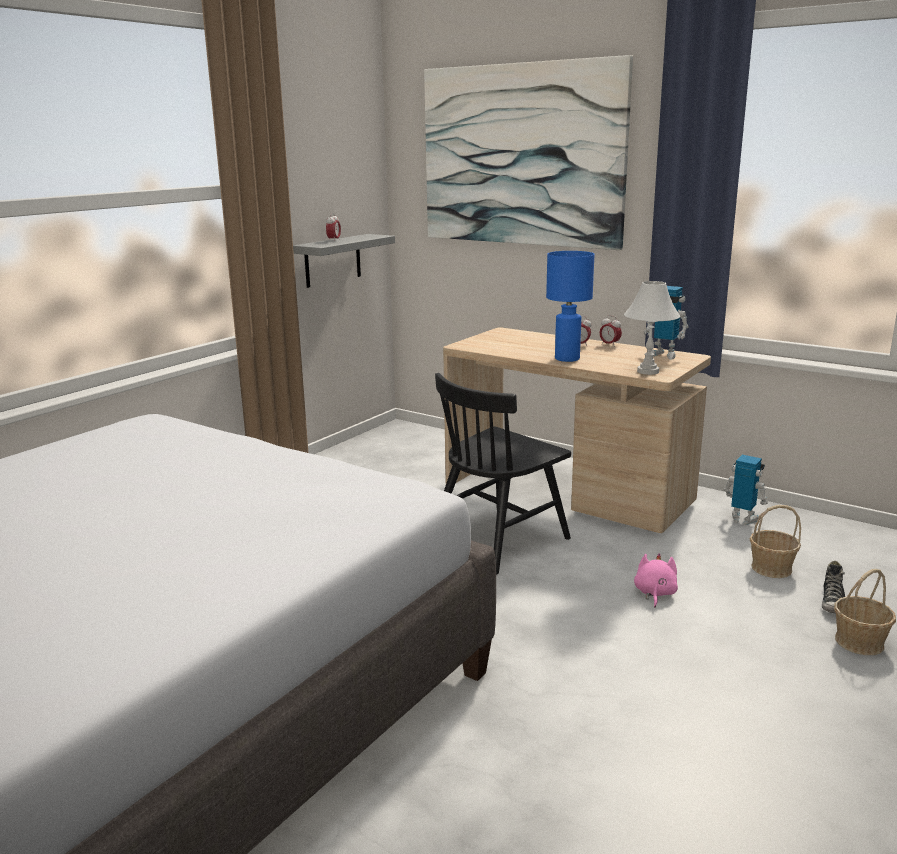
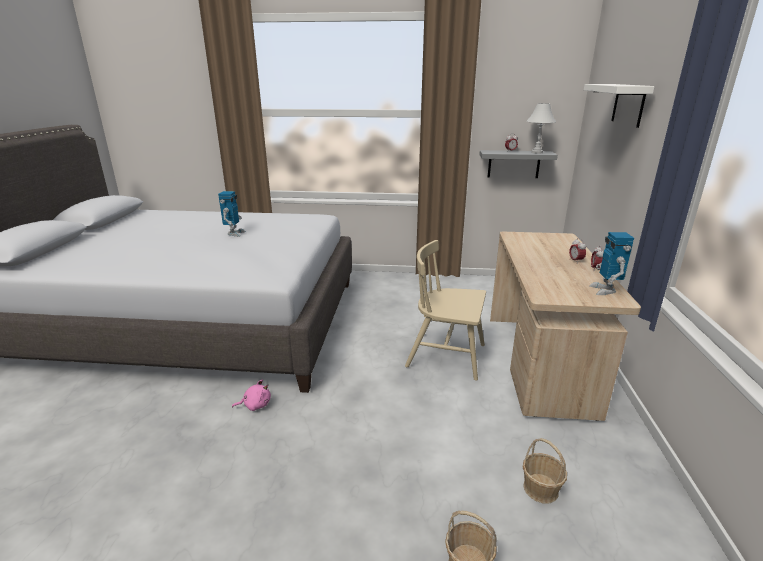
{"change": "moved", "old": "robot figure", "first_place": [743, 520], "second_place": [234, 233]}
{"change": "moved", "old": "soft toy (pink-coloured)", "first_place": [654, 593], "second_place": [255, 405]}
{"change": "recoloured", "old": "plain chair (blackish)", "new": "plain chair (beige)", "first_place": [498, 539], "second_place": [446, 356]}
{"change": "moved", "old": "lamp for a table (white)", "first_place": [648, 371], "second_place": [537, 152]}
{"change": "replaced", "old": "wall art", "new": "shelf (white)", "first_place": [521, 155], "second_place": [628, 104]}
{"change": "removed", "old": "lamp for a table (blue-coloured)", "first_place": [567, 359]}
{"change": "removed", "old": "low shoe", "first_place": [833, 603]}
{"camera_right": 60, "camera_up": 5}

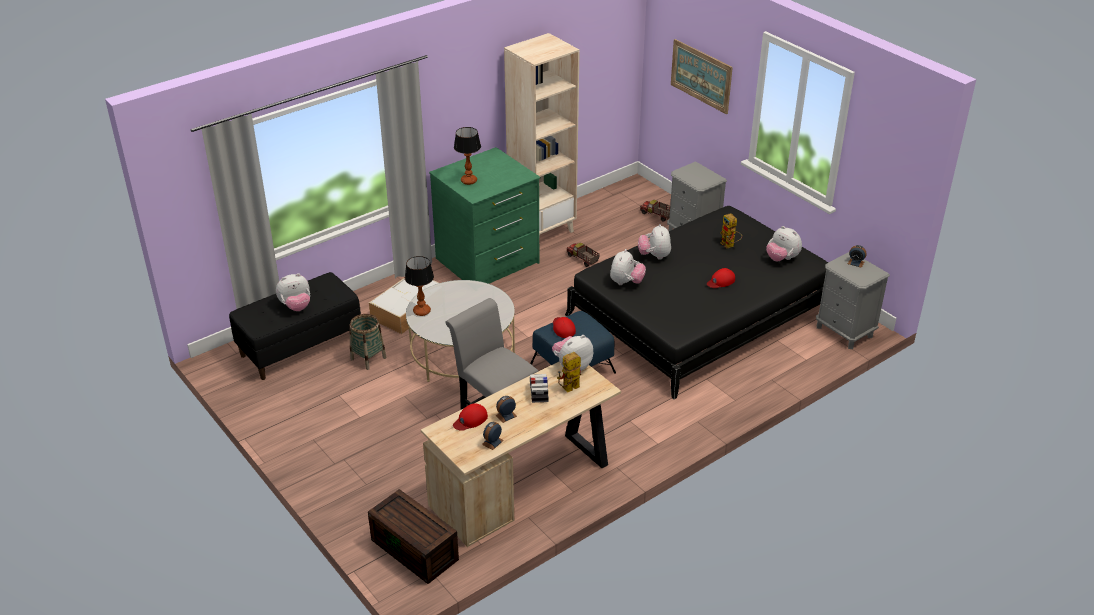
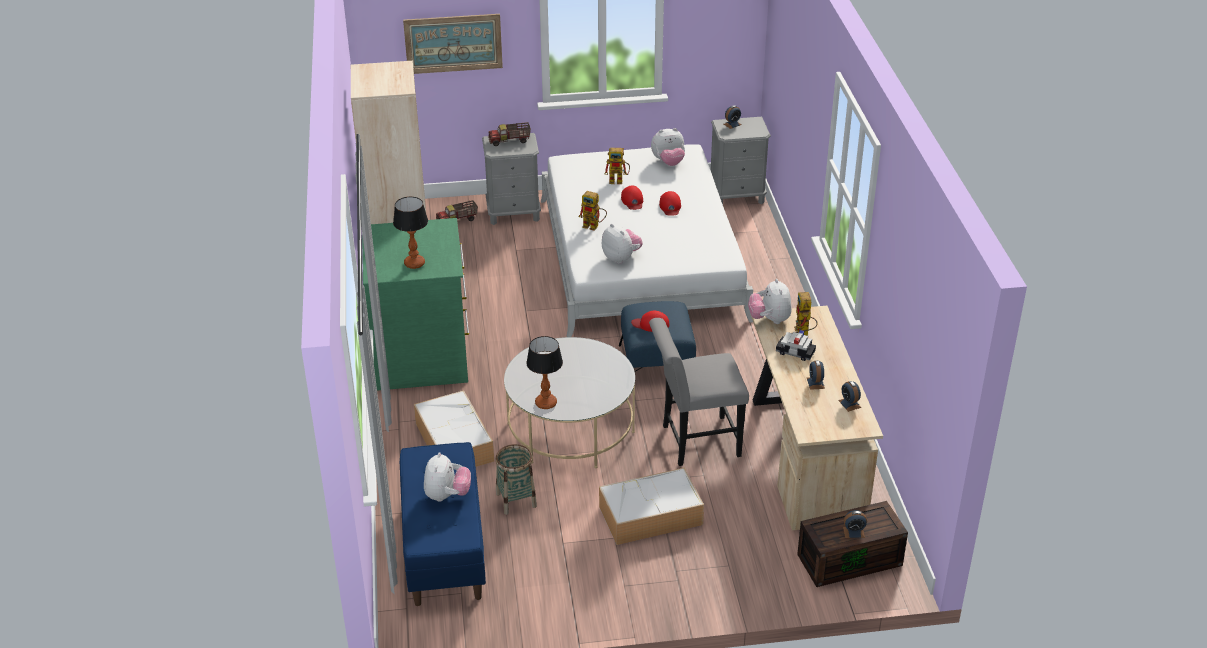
{"change": "recoloured", "old": "bench (blackish)", "new": "bench (blue-coloured)", "first_place": [301, 346], "second_place": [443, 548]}
{"change": "moved", "old": "model truck", "first_place": [582, 259], "second_place": [510, 141]}
{"change": "recoloured", "old": "sleeping bed (blackish)", "new": "sleeping bed (white)", "first_place": [700, 313], "second_place": [641, 258]}
{"change": "replaced", "old": "soft toy", "new": "robot figure", "first_place": [654, 256], "second_place": [594, 226]}
{"change": "added", "new": "storage bin", "second_place": [649, 516]}
{"change": "moved", "old": "cap (reddish)", "first_place": [470, 420], "second_place": [632, 201]}
{"change": "added", "new": "bedside clock", "second_place": [853, 532]}
{"camera_right": -60, "camera_up": 0}

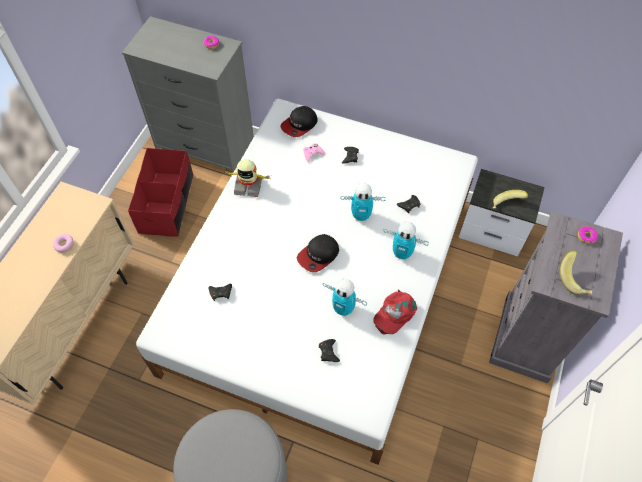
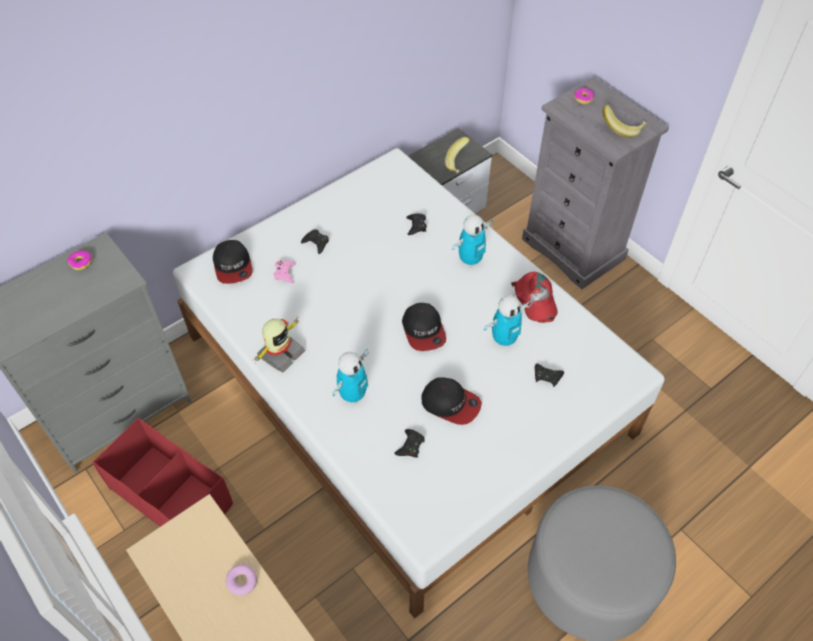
{"change": "moved", "old": "robot figure", "first_place": [361, 216], "second_place": [353, 395]}
{"change": "added", "new": "cap", "second_place": [451, 403]}
{"camera_right": -60, "camera_up": -5}

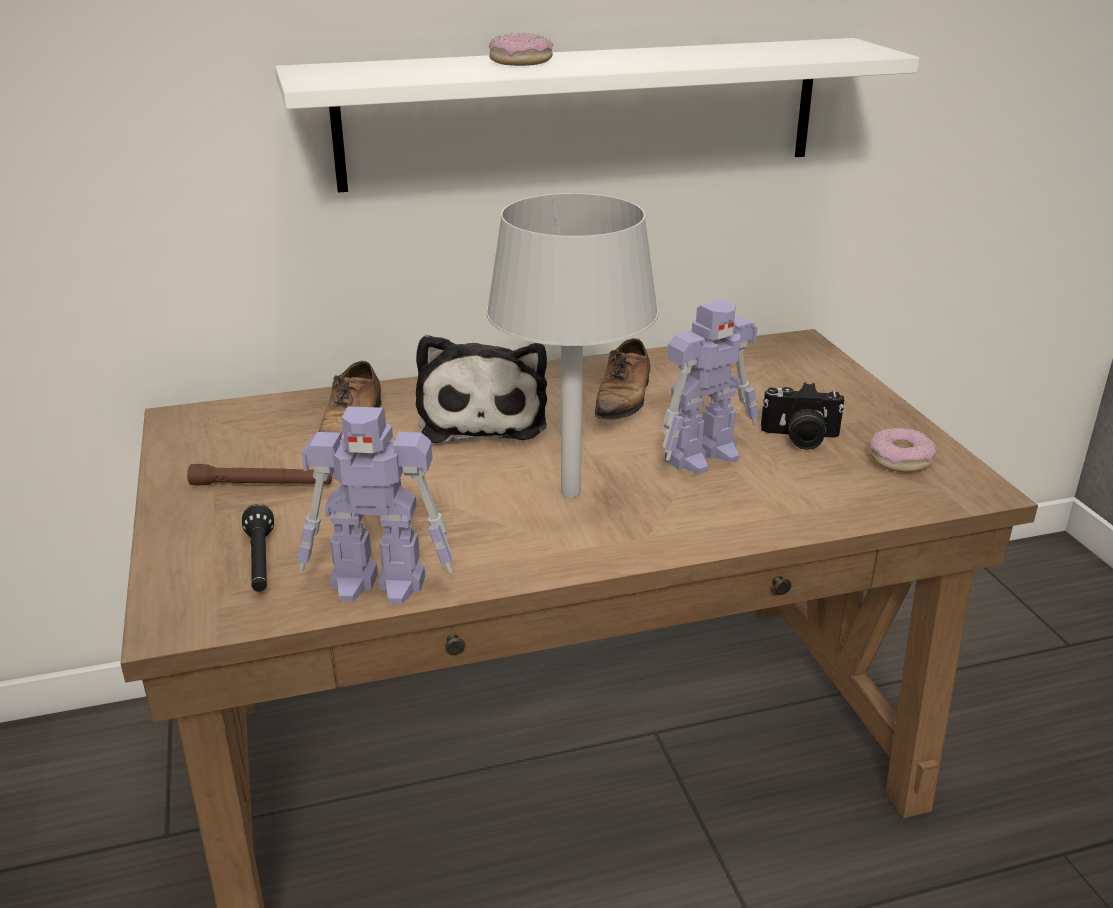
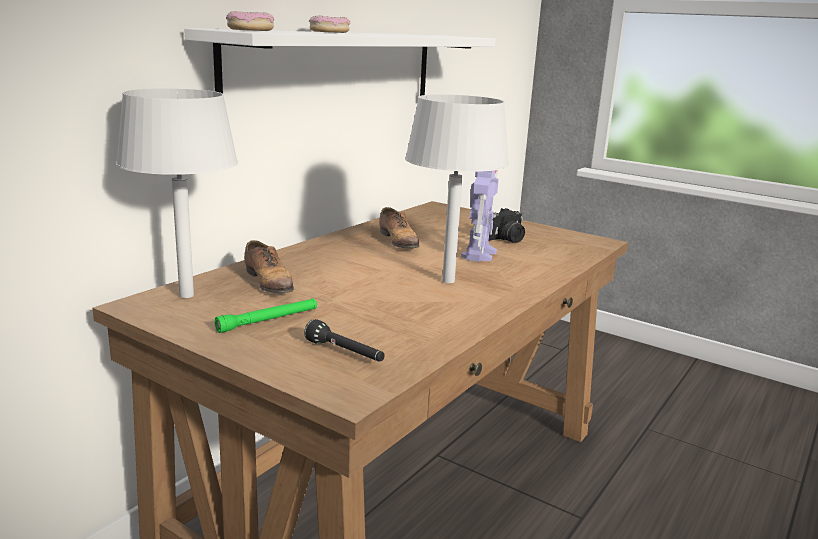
{"change": "added", "new": "lamp for a table (gray)", "second_place": [186, 295]}
{"change": "recoloured", "old": "hand torch (brown)", "new": "hand torch (greenish)", "first_place": [262, 485], "second_place": [268, 321]}
{"change": "moved", "old": "donut", "first_place": [900, 459], "second_place": [250, 30]}
{"change": "removed", "old": "robot figure", "first_place": [380, 584]}
{"change": "removed", "old": "soft toy", "first_place": [483, 417]}
{"camera_right": -40, "camera_up": -10}

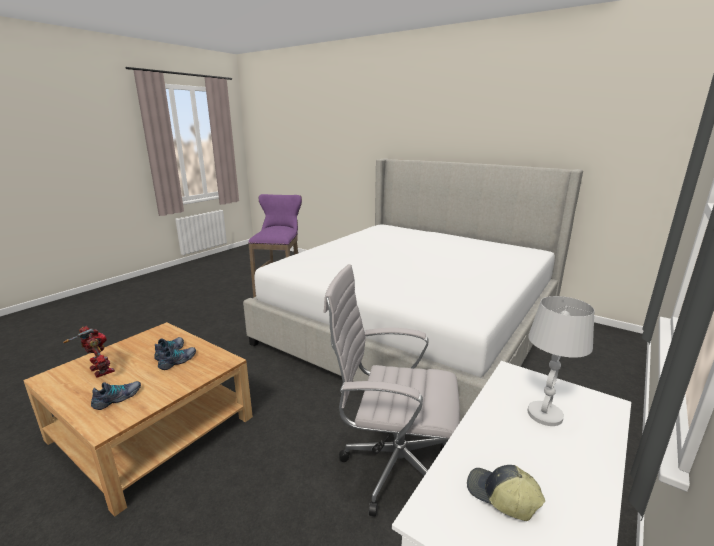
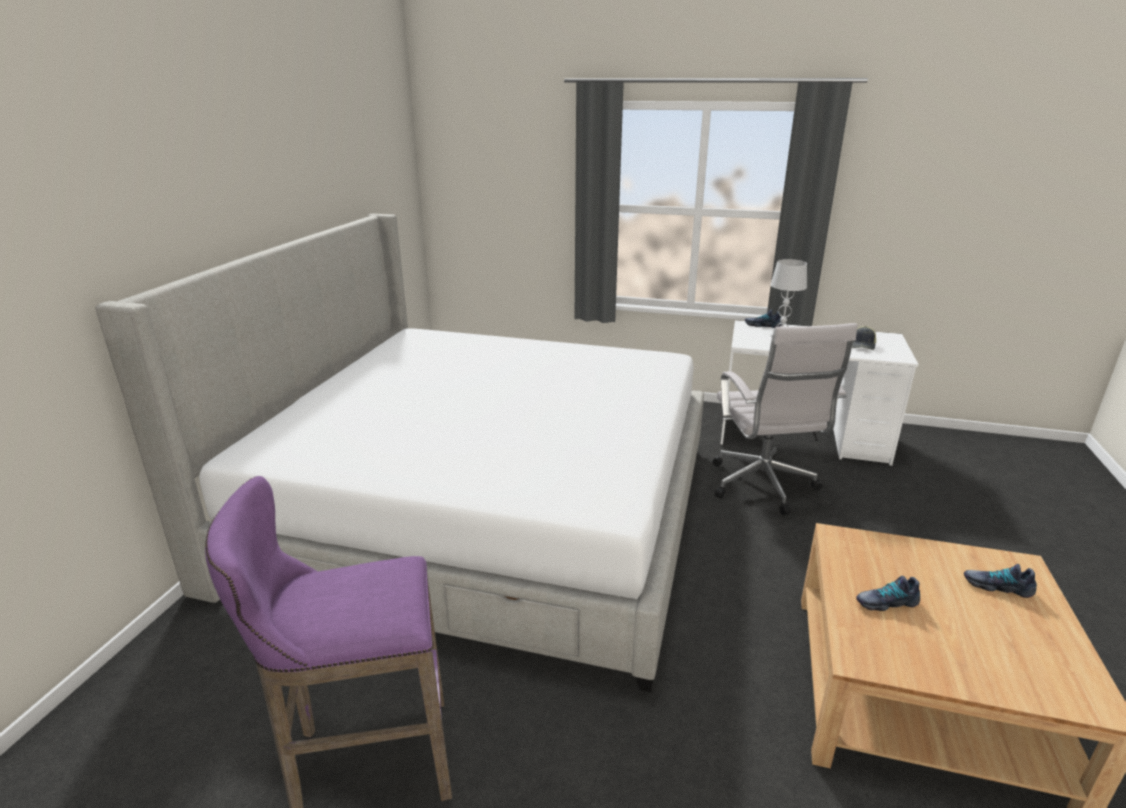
{"change": "moved", "old": "low shoe", "first_place": [178, 361], "second_place": [762, 325]}
{"change": "removed", "old": "robot figure", "first_place": [99, 371]}
{"camera_right": -110, "camera_up": 5}

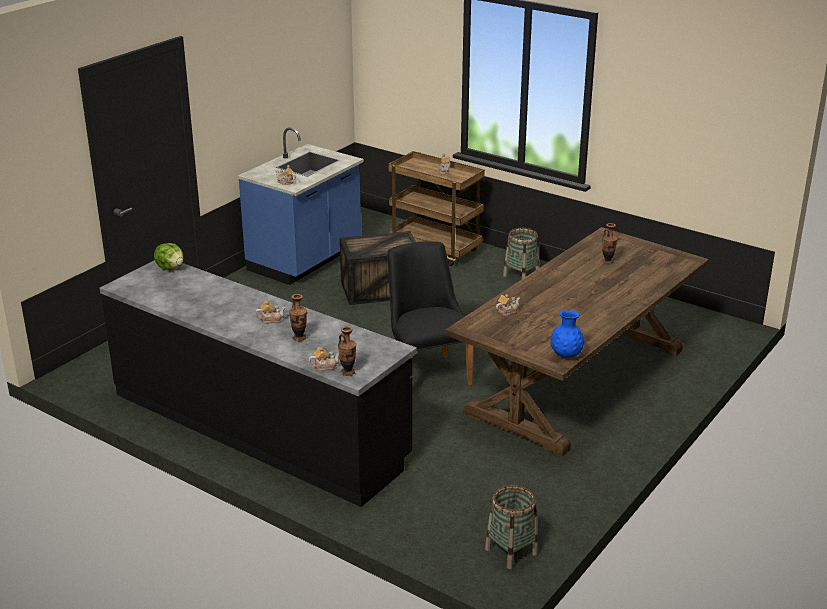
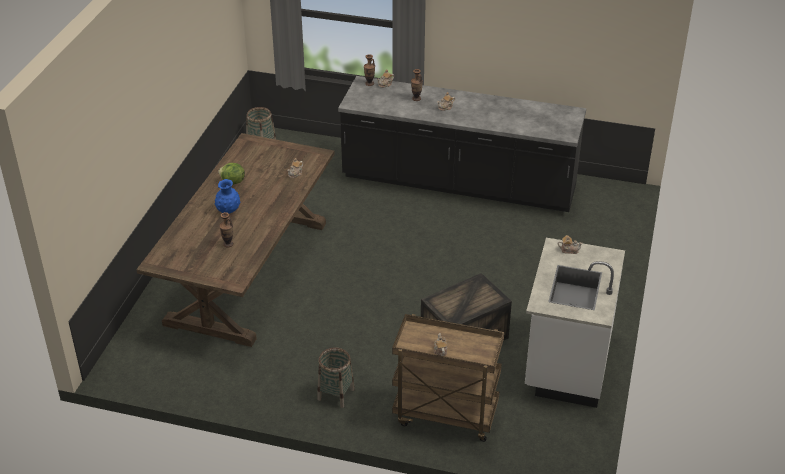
{"change": "moved", "old": "vase (blue-coloured)", "first_place": [566, 355], "second_place": [228, 211]}
{"change": "moved", "old": "lettuce", "first_place": [171, 267], "second_place": [232, 182]}
{"change": "recoloured", "old": "kitchen counter (blue-coloured)", "new": "kitchen counter (white)", "first_place": [306, 260], "second_place": [566, 361]}
{"change": "removed", "old": "plain chair (blackish)", "first_place": [426, 370]}
{"camera_right": 160, "camera_up": 10}

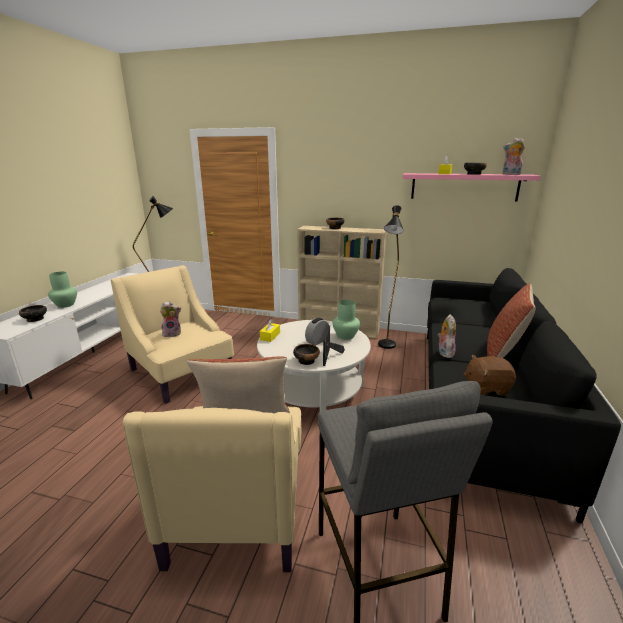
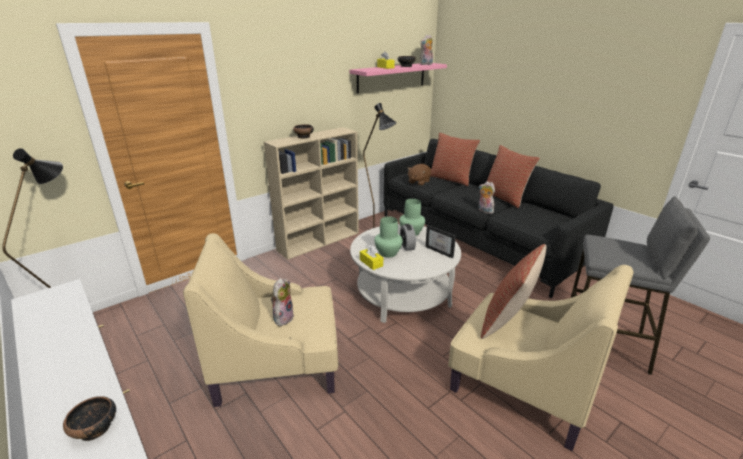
{"change": "moved", "old": "vase (greenish)", "first_place": [66, 305], "second_place": [388, 253]}
{"change": "moved", "old": "soft toy (brown)", "first_place": [486, 387], "second_place": [418, 182]}
{"change": "added", "new": "throw pillow", "second_place": [451, 179]}
{"change": "removed", "old": "deep dish", "first_place": [306, 360]}
{"camera_right": -55, "camera_up": 5}

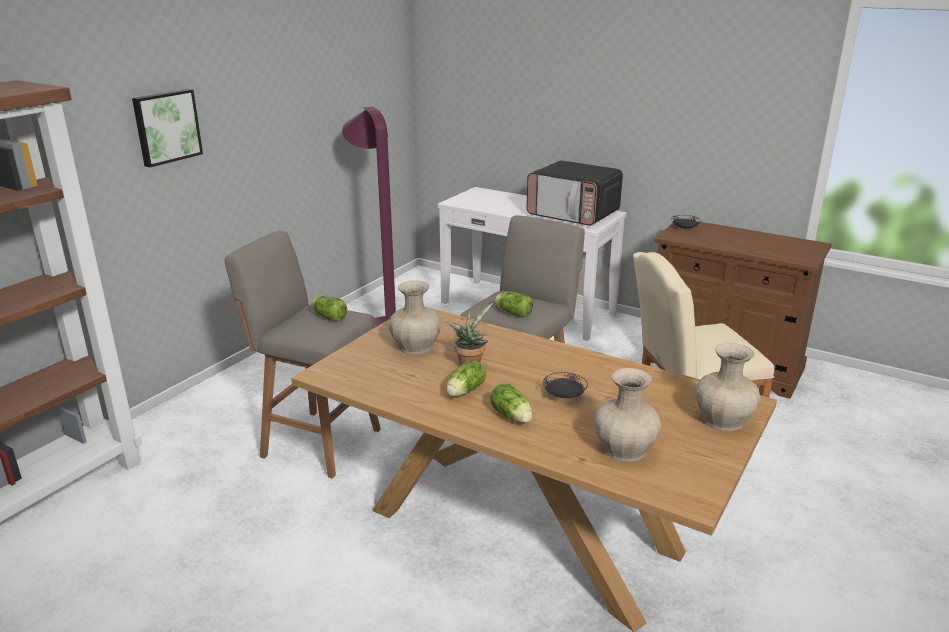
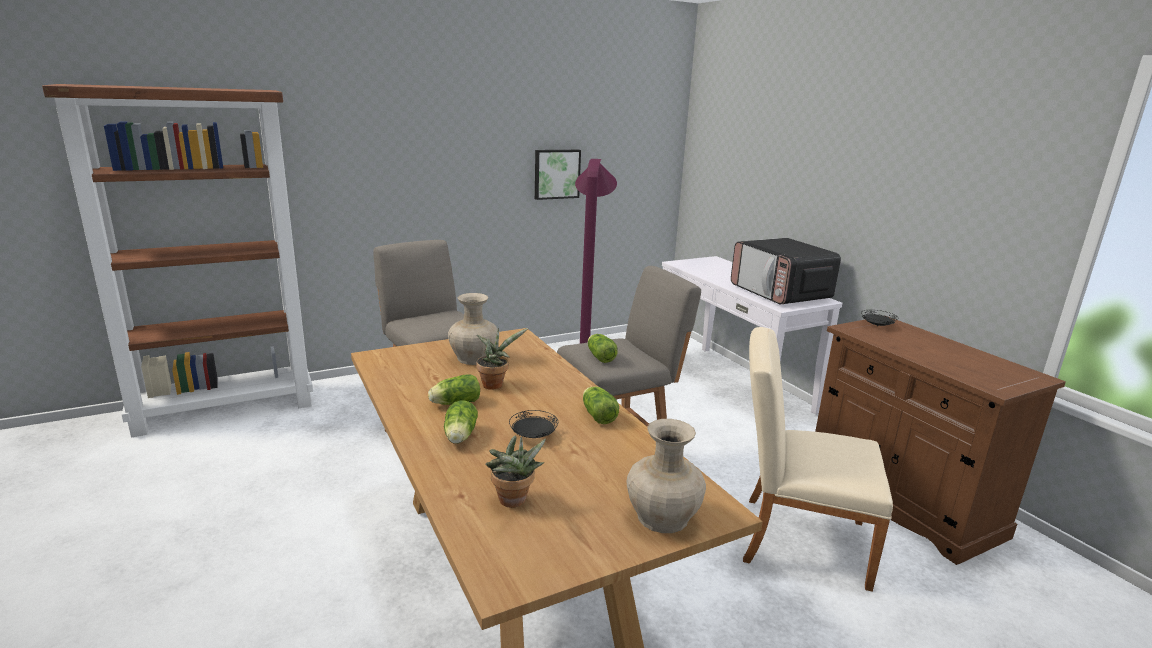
{"change": "replaced", "old": "vase (beige)", "new": "plant in a pot", "first_place": [623, 448], "second_place": [513, 502]}
{"change": "moved", "old": "wall art", "first_place": [166, 127], "second_place": [556, 174]}
{"change": "moved", "old": "lettuce", "first_place": [328, 317], "second_place": [597, 415]}
{"camera_right": 30, "camera_up": -5}

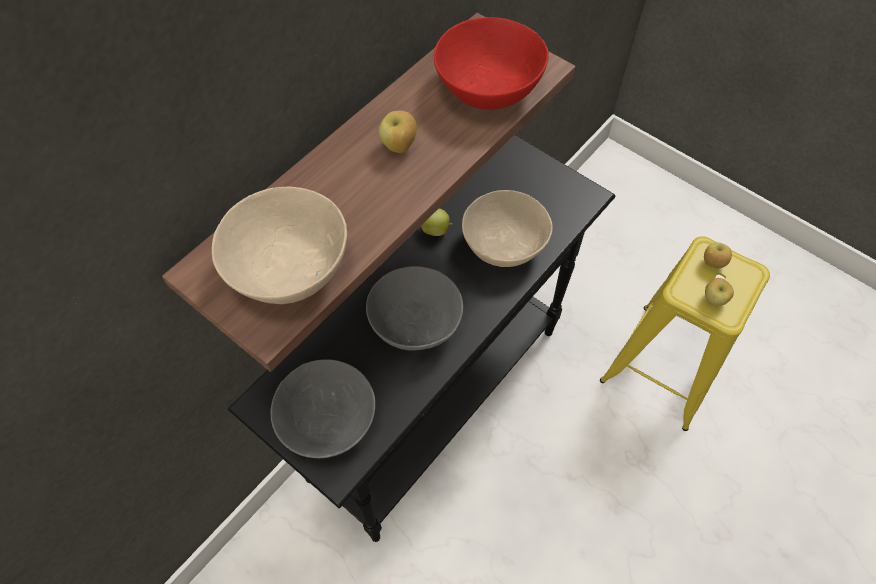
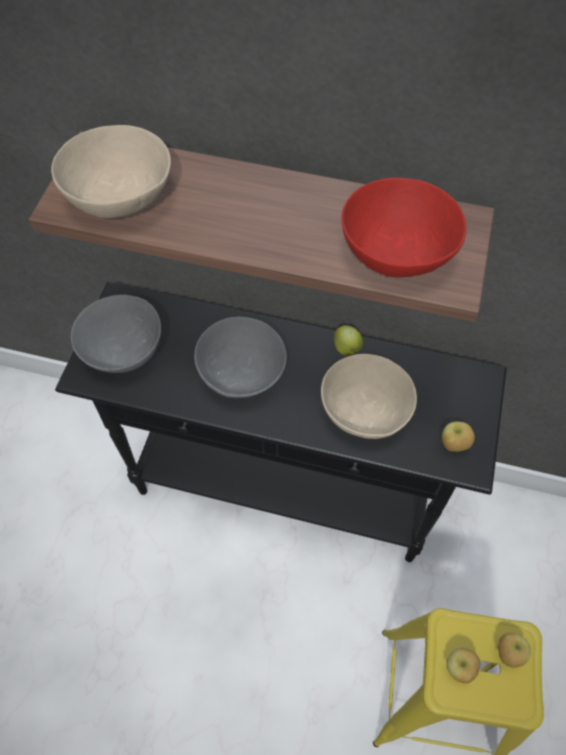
{"change": "moved", "old": "apple fruit", "first_place": [399, 146], "second_place": [453, 444]}
{"camera_right": 65, "camera_up": 0}

